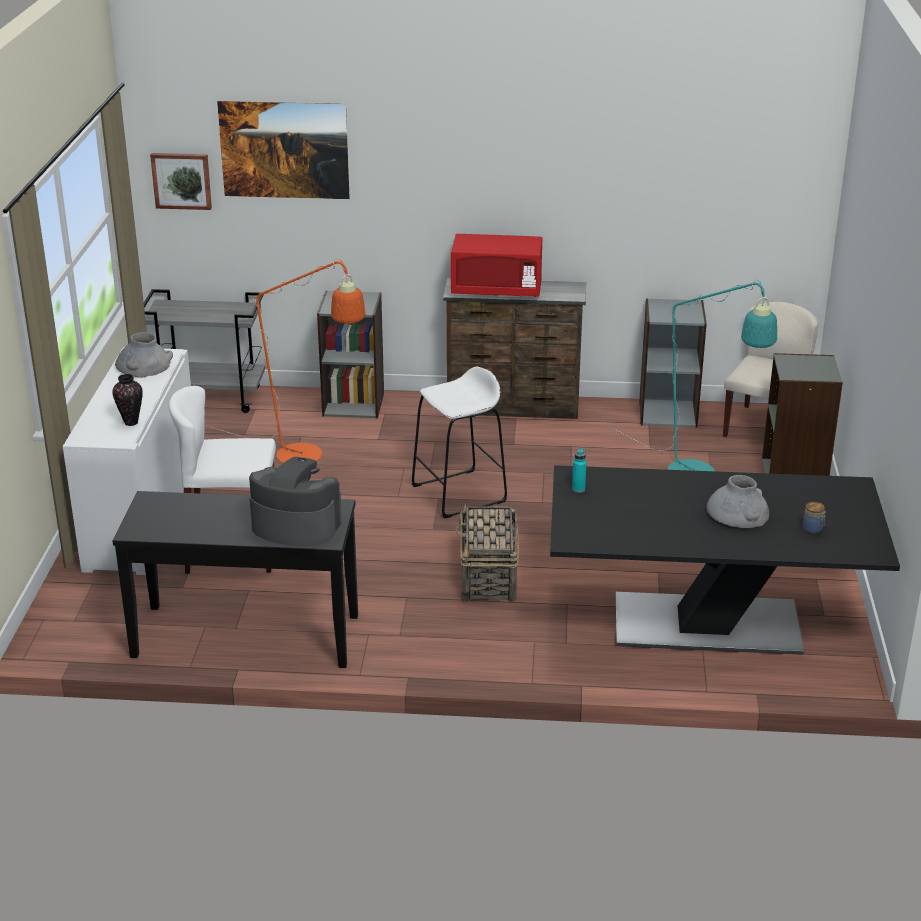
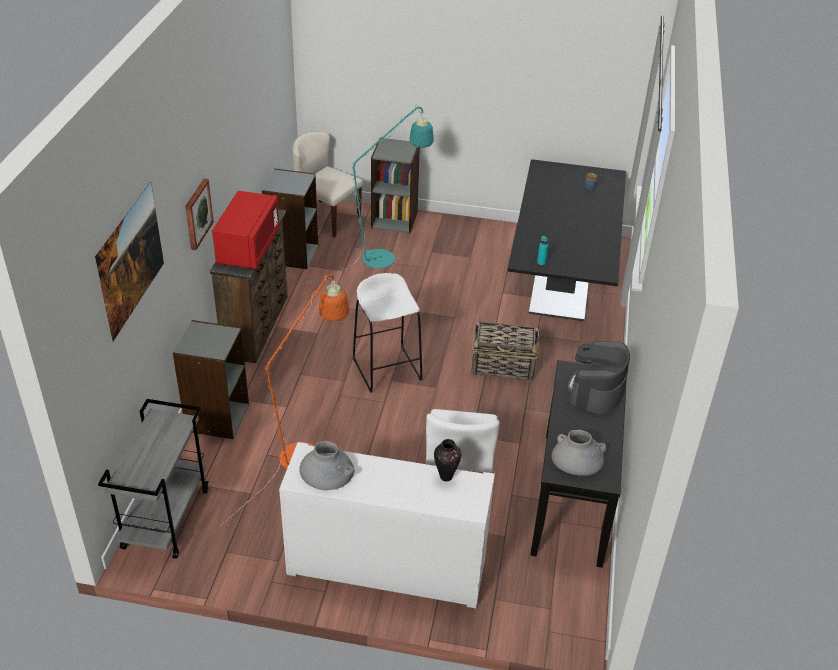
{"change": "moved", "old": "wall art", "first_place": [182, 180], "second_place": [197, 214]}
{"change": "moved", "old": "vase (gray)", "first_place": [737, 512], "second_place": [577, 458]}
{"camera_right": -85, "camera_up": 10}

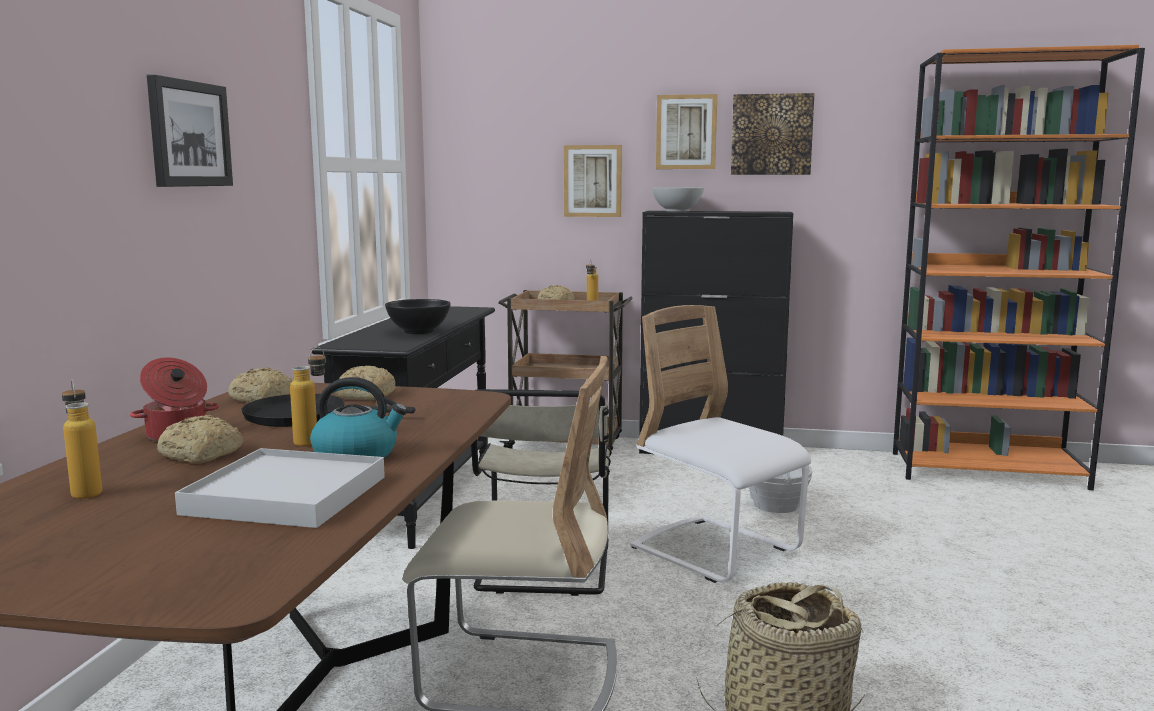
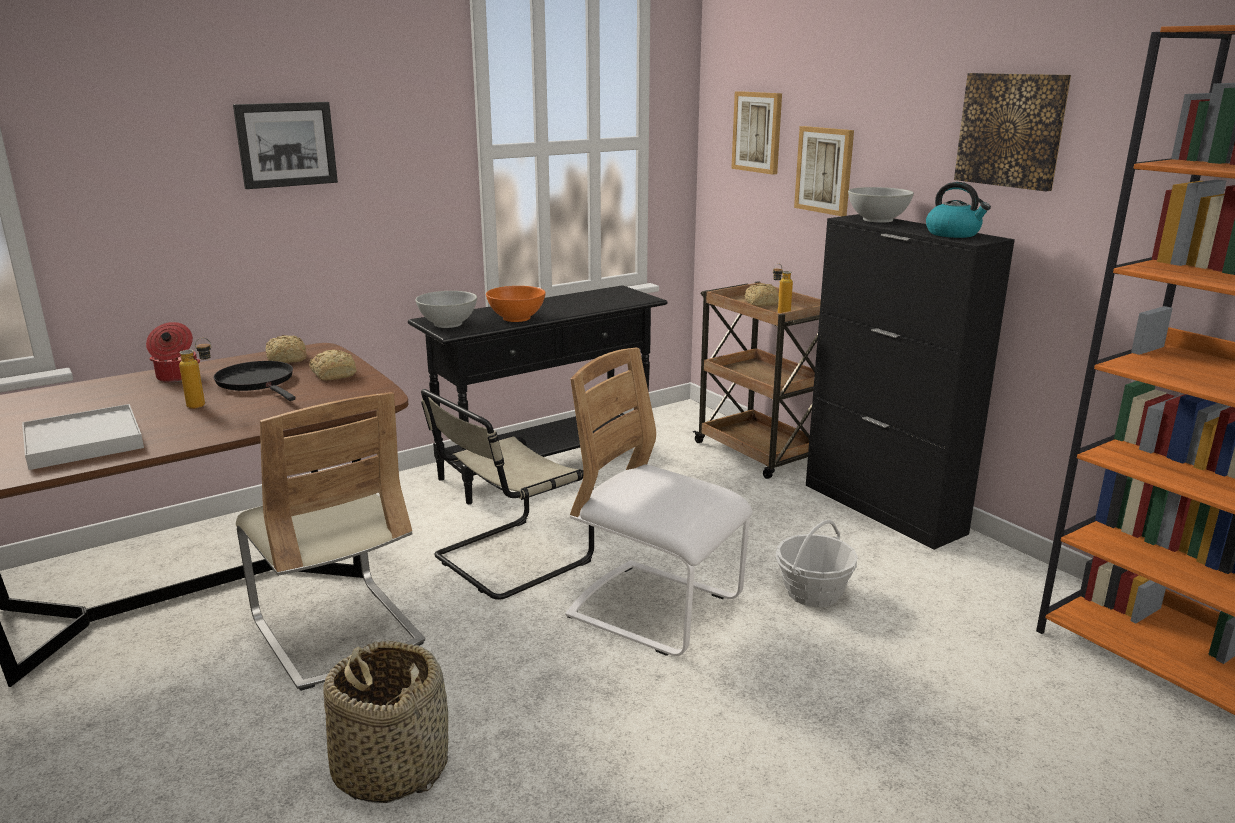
{"change": "added", "new": "deep dish (white)", "second_place": [448, 324]}
{"change": "recoloured", "old": "deep dish (blackish)", "new": "deep dish (orange)", "first_place": [418, 331], "second_place": [516, 318]}
{"change": "turned", "old": "plain chair (white)", "first_place": [715, 551], "second_place": [655, 609], "degrees": -60}
{"change": "moved", "old": "wall art", "first_place": [686, 132], "second_place": [758, 132]}
{"change": "moved", "old": "kettle", "first_place": [357, 455], "second_place": [953, 234]}
{"change": "removed", "old": "bottle", "first_place": [85, 491]}
{"change": "removed", "old": "bread", "first_place": [201, 455]}
{"camera_right": 45, "camera_up": 10}

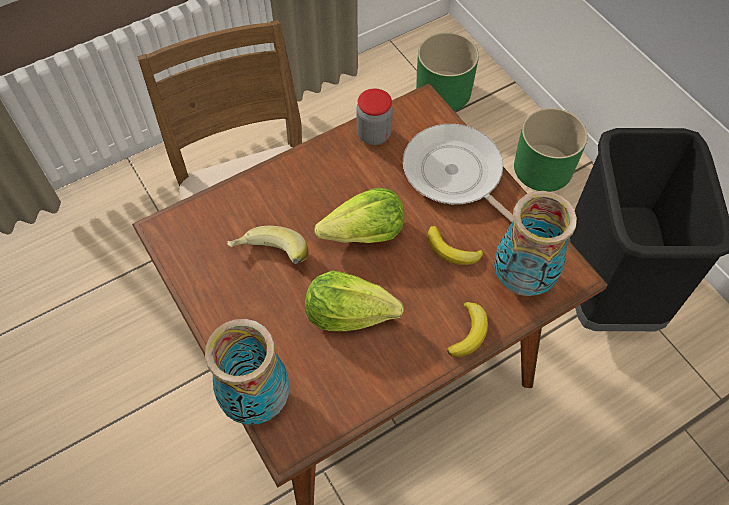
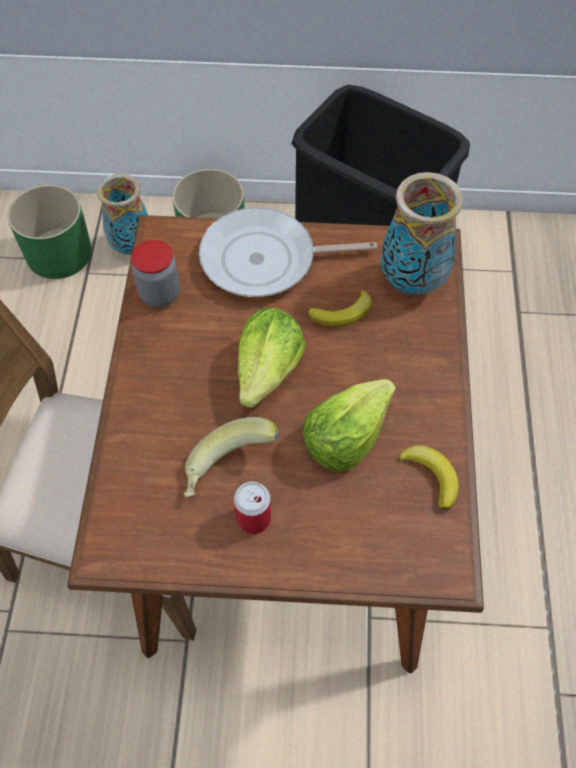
{"change": "moved", "old": "vase", "first_place": [255, 400], "second_place": [132, 247]}
{"change": "added", "new": "can", "second_place": [253, 518]}
{"change": "moved", "old": "banana", "first_place": [468, 332], "second_place": [432, 476]}
{"camera_right": -55, "camera_up": 0}

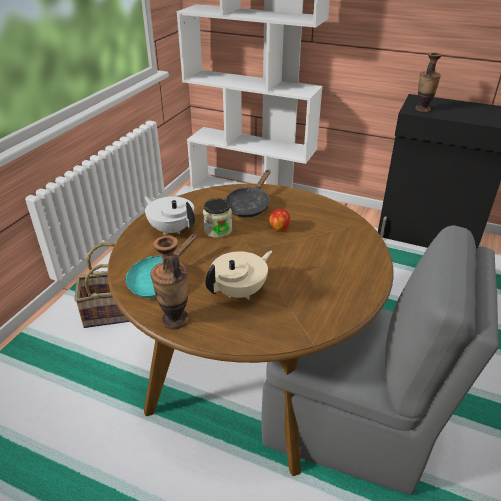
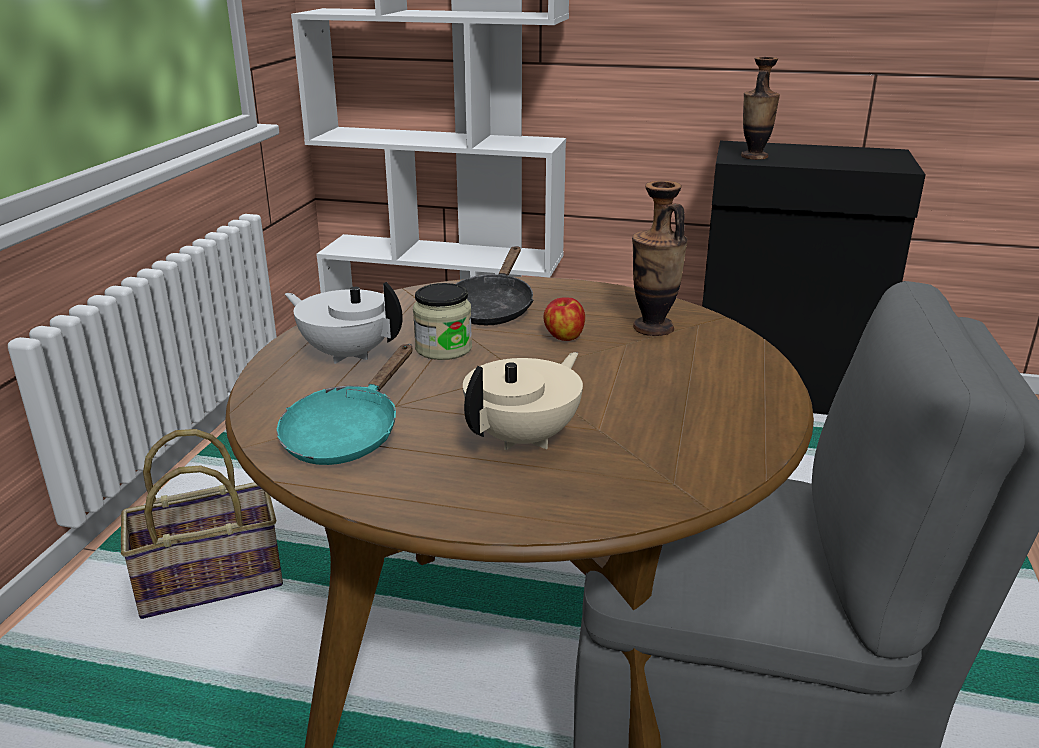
{"change": "moved", "old": "vase", "first_place": [175, 320], "second_place": [653, 328]}
{"camera_right": -10, "camera_up": -10}

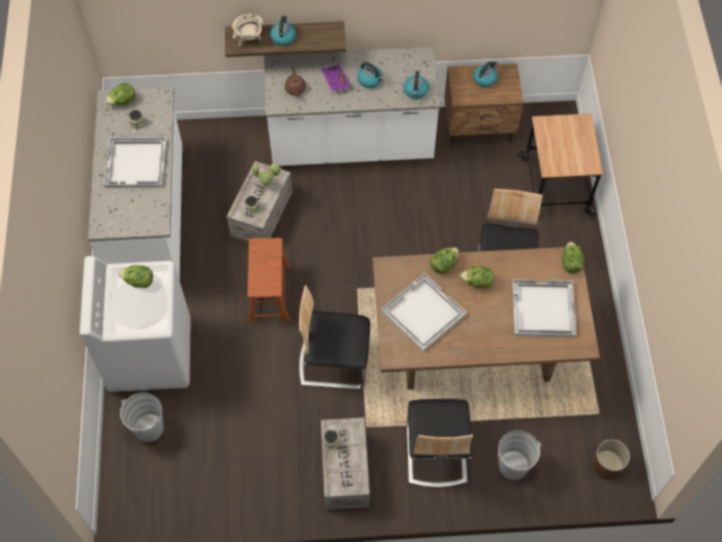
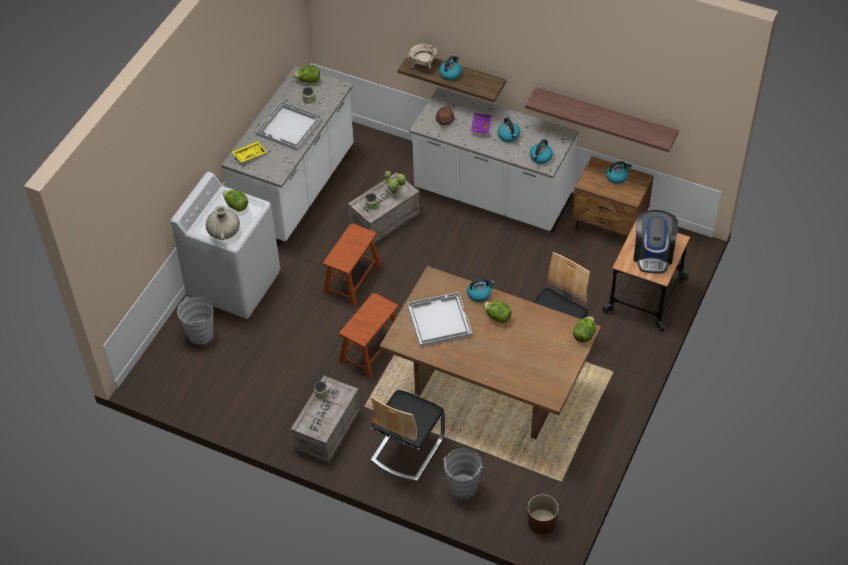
{"change": "added", "new": "vase (beige)", "second_place": [224, 232]}
{"change": "added", "new": "tray (yellow)", "second_place": [249, 154]}
{"change": "replaced", "old": "plain chair", "new": "stool (brown)", "first_place": [334, 361], "second_place": [371, 349]}
{"change": "replaced", "old": "lettuce", "new": "kettle", "first_place": [444, 265], "second_place": [479, 294]}
{"change": "added", "new": "shelf", "second_place": [605, 117]}
{"change": "added", "new": "coffee brewer", "second_place": [653, 254]}
{"change": "removed", "old": "tray (white)", "first_place": [542, 309]}
{"camera_right": 30, "camera_up": -10}

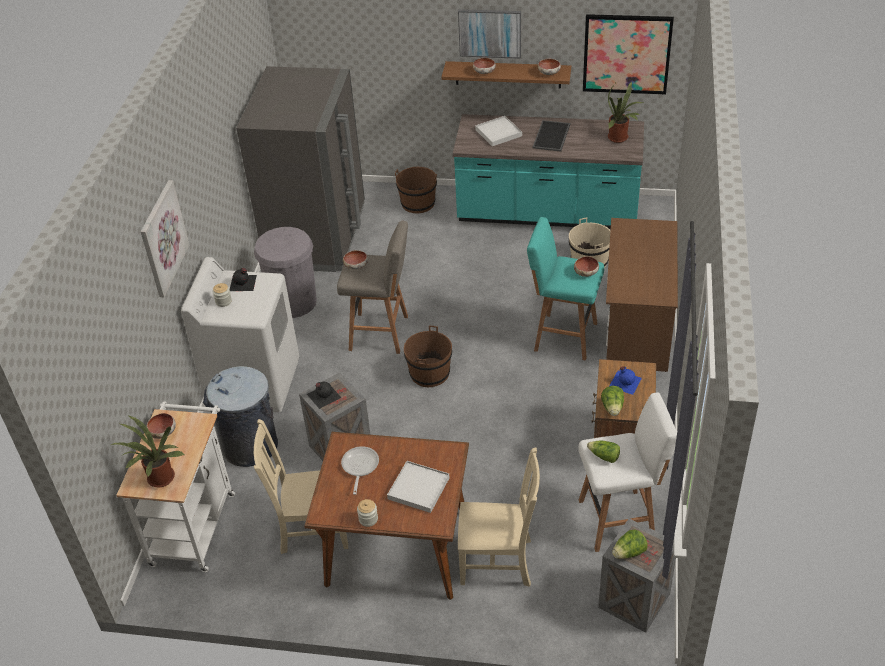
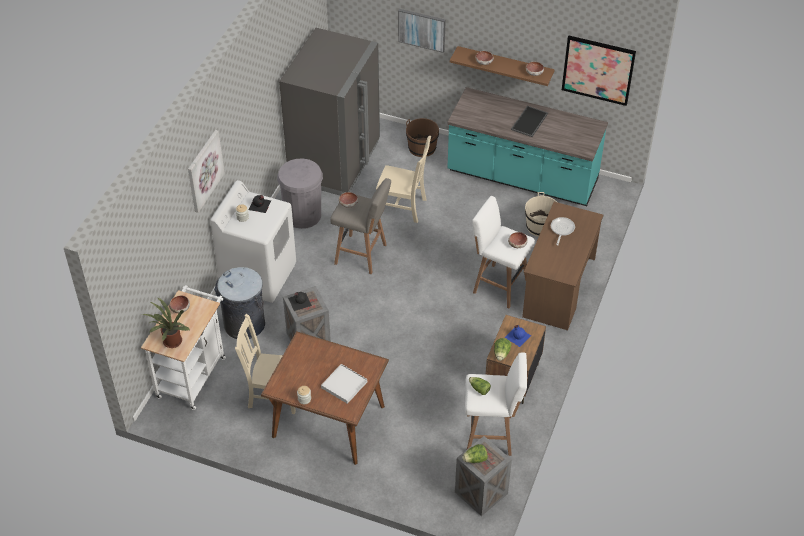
{"change": "moved", "old": "plain chair (beige)", "first_place": [499, 562], "second_place": [403, 207]}
{"change": "moved", "old": "wall art", "first_place": [490, 33], "second_place": [422, 30]}
{"change": "recoloured", "old": "stool (turquoise-coloured)", "new": "stool (white)", "first_place": [563, 336], "second_place": [498, 285]}
{"change": "moved", "old": "skillet", "first_place": [359, 467], "second_place": [561, 230]}
{"change": "removed", "old": "bucket (brown)", "first_place": [429, 373]}
{"change": "removed", "old": "tray (white)", "first_place": [498, 133]}
{"change": "removed", "old": "plant in a pot", "first_place": [620, 138]}
{"camera_right": 10, "camera_up": 5}

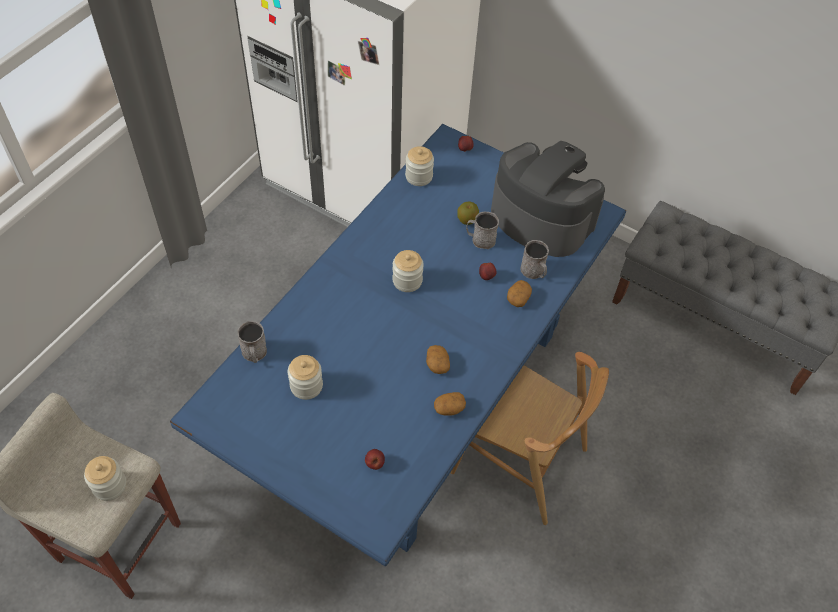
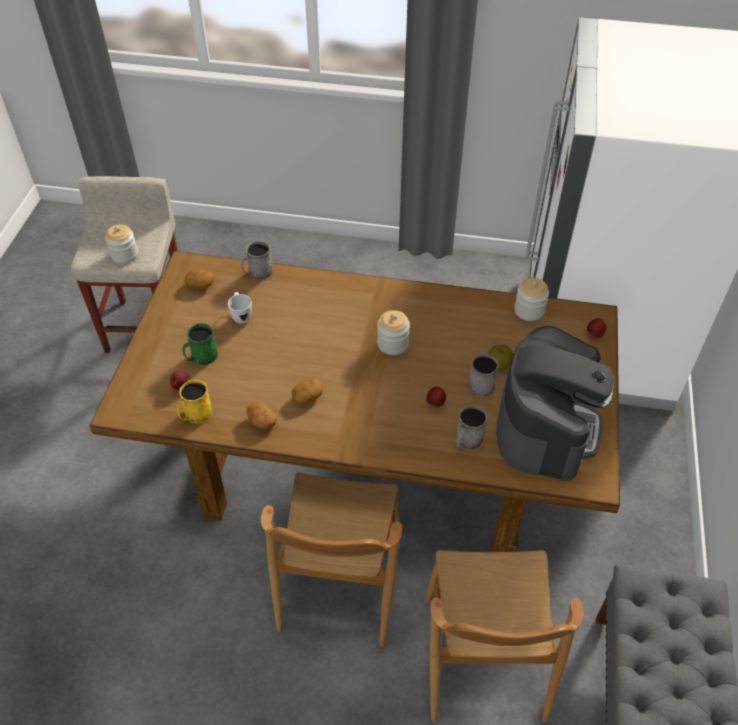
{"change": "recoloured", "old": "dinner table (blue-coloured)", "new": "dinner table (brown)", "first_place": [413, 393], "second_place": [371, 465]}
{"change": "added", "new": "tea mug (yellow)", "second_place": [195, 415]}
{"change": "added", "new": "tea mug (greenish)", "second_place": [201, 357]}
{"change": "moved", "old": "potato", "first_place": [518, 298], "second_place": [200, 284]}
{"change": "replaced", "old": "preserve jar", "new": "tea mug (white)", "first_place": [306, 386], "second_place": [241, 315]}
{"change": "added", "new": "plain chair (brown)", "second_place": [483, 658]}
{"camera_right": 70, "camera_up": -5}

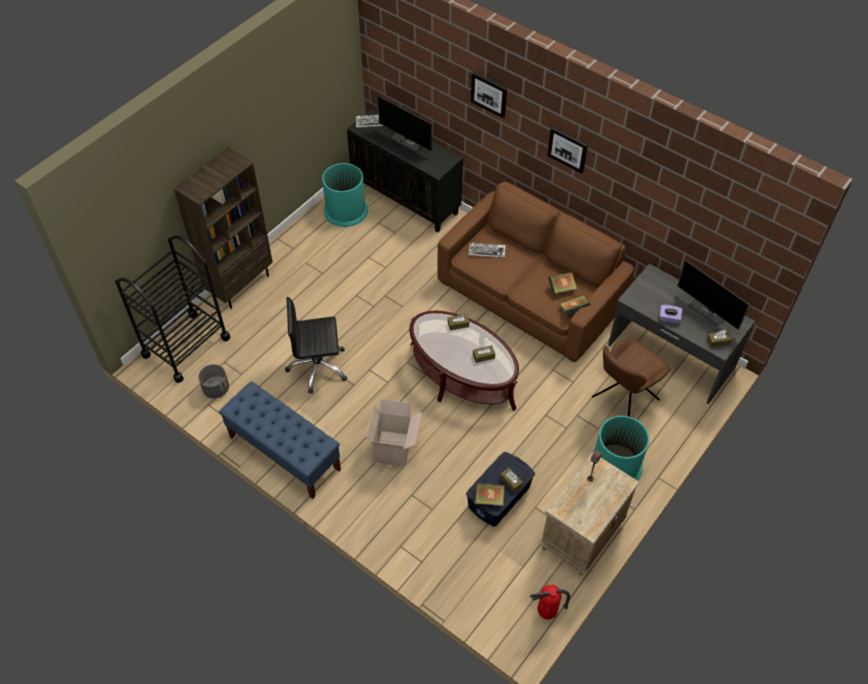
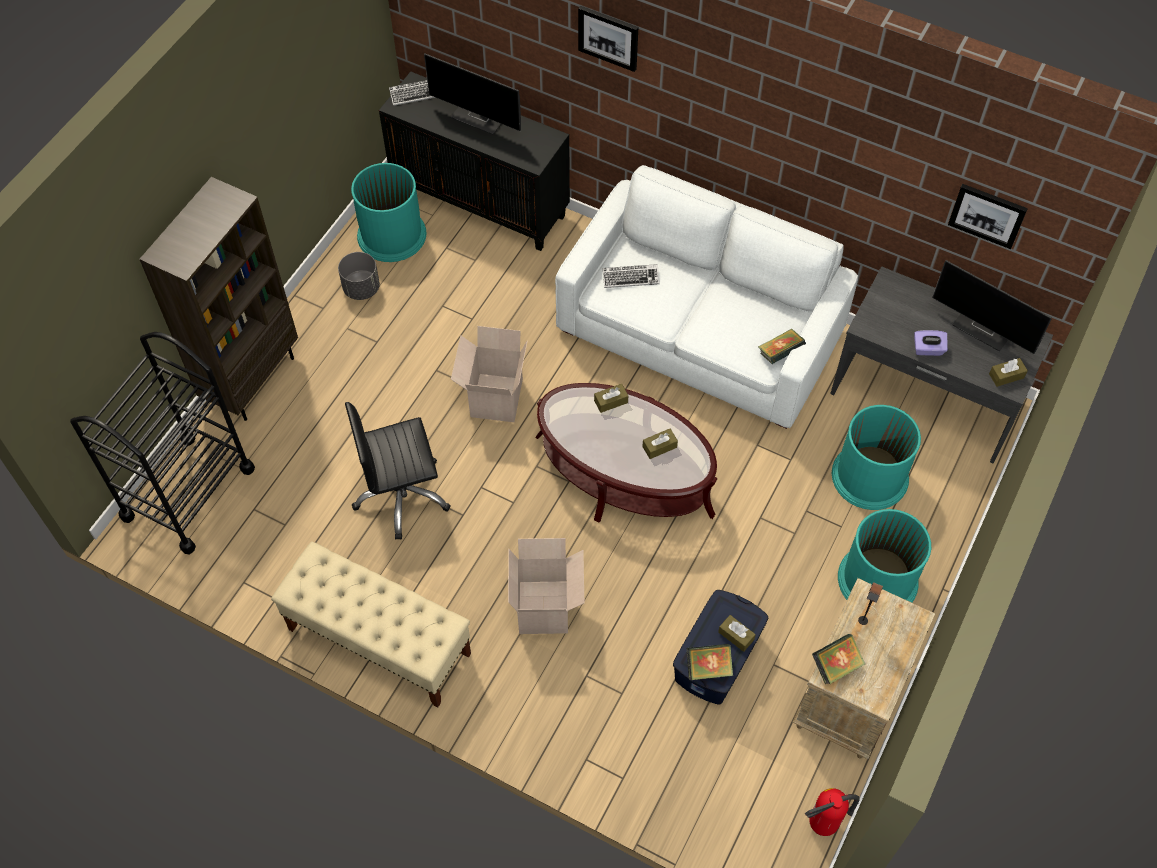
{"change": "recoloured", "old": "bench (blue-coloured)", "new": "bench (beige)", "first_place": [284, 453], "second_place": [378, 641]}
{"change": "moved", "old": "planter (gray)", "first_place": [216, 389], "second_place": [361, 288]}
{"change": "added", "new": "cardboard box", "second_place": [494, 397]}
{"change": "recoloured", "old": "settee (brown)", "new": "settee (white)", "first_place": [531, 294], "second_place": [701, 331]}
{"change": "moved", "old": "book", "first_place": [561, 288], "second_place": [836, 665]}
{"change": "replaced", "old": "plain chair (brown)", "new": "rubbish bin (turquoise-coloured)", "first_place": [623, 400], "second_place": [869, 476]}
{"change": "moved", "old": "wall art", "first_place": [568, 149], "second_place": [987, 215]}
{"camera_right": -10, "camera_up": 5}

